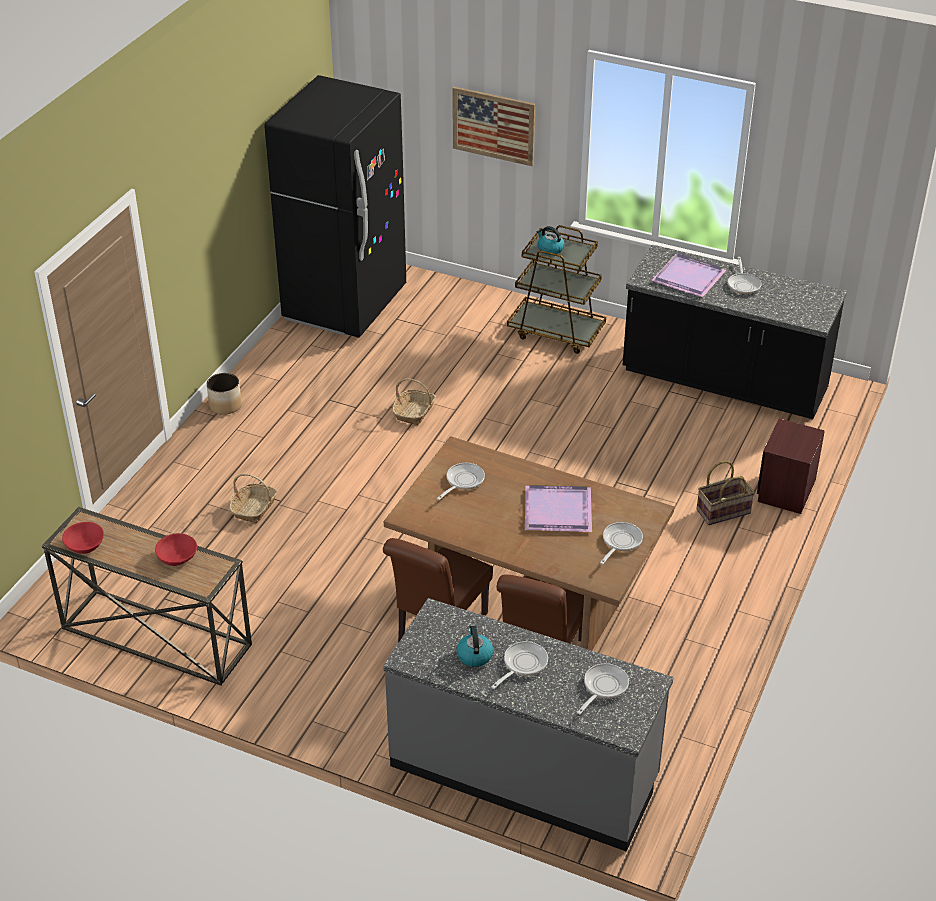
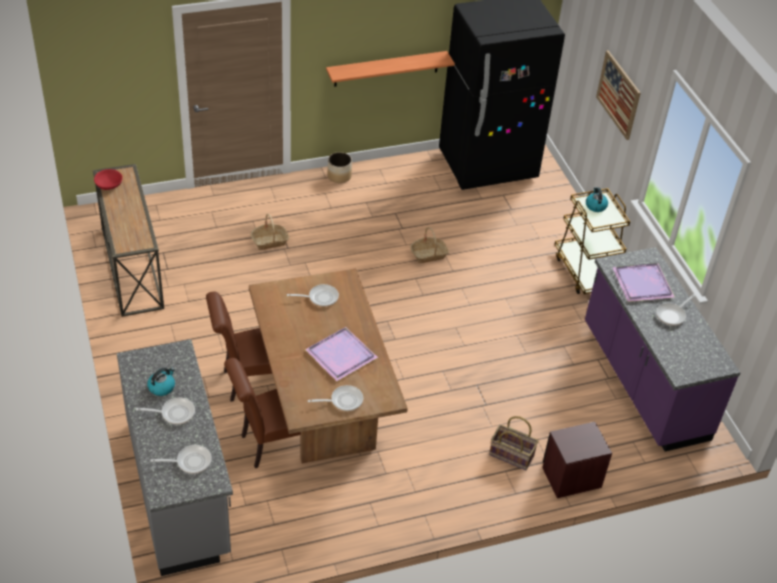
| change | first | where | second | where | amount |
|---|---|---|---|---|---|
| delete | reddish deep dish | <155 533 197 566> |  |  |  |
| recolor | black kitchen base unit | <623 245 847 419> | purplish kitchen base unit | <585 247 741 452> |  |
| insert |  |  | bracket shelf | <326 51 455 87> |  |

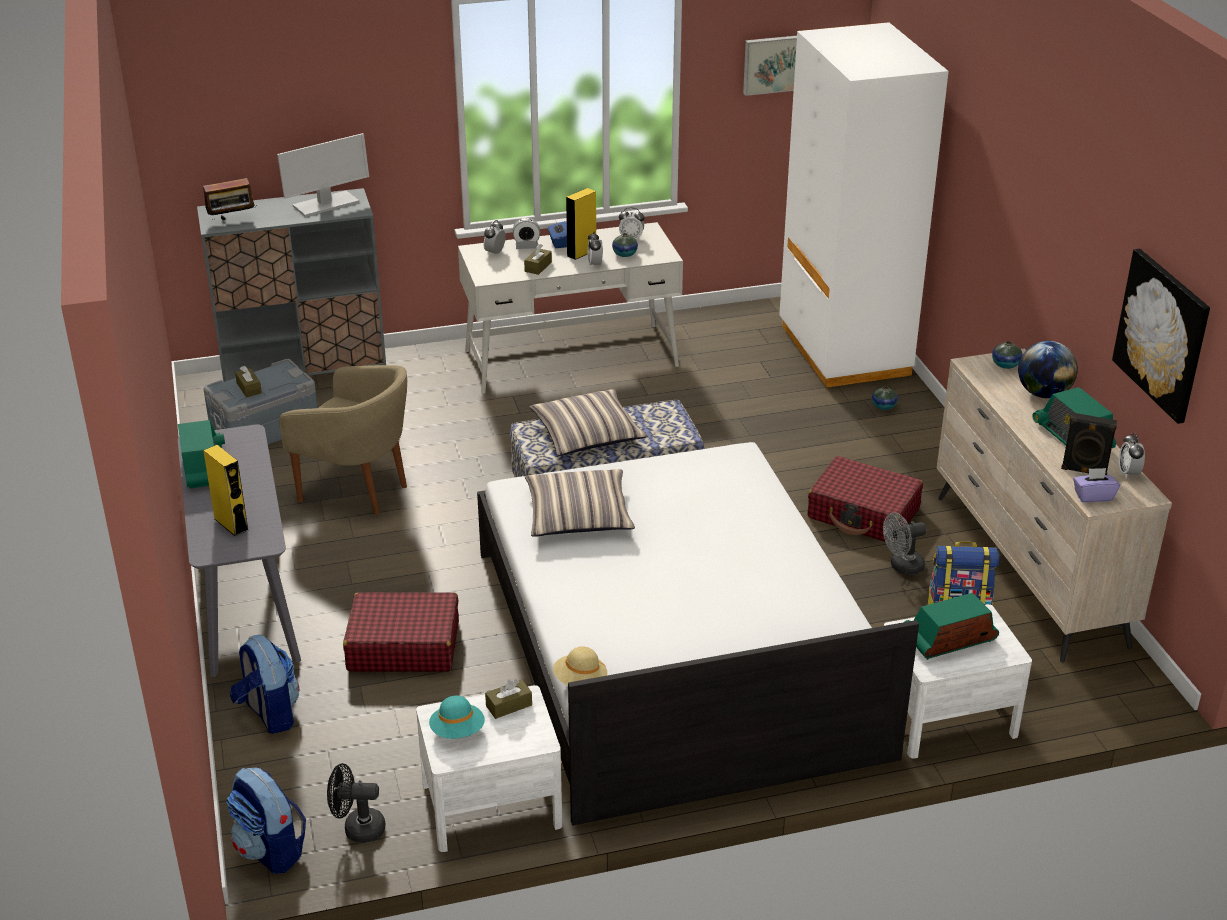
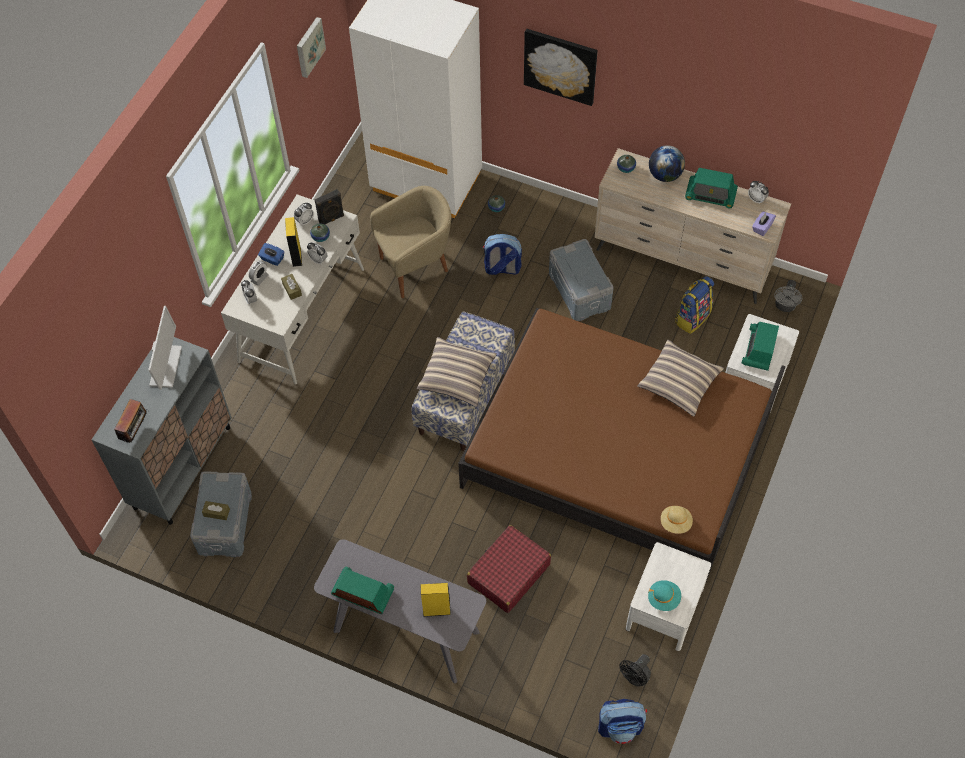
| change | first | where | second | where | amount |
|---|---|---|---|---|---|
| move | backpack | <230 635 299 734> |  | <483 234 522 275> |  |
| move | beige-coloured easy chair | <279 365 407 515> |  | <370 186 451 298> |  |
| recolor | white bed | <477 442 919 826> | brown bed | <458 308 786 582> |  |
| delete | brown tissue holder | <485 679 532 719> |  |  |  |
| move | pillow | <525 469 635 537> |  | <637 340 724 417> |  |
| replace | reddish suitcase | <807 456 923 542> | gray storage box | <549 239 614 321> |  |
| move | gray cooling fan | <883 513 927 575> |  | <774 280 802 312> |  |
| move | black speaker | <1061 412 1117 475> |  | <315 189 344 224> |  |
| move | wall art | <1112 249 1210 424> |  | <524 29 597 106> |  |

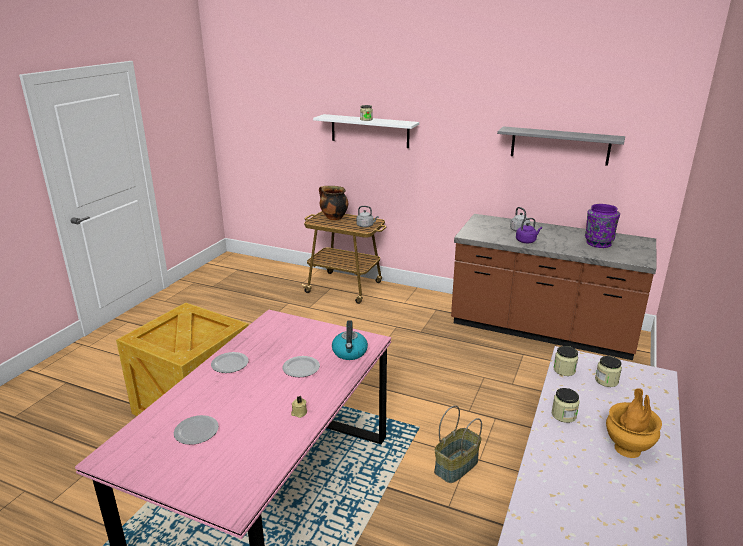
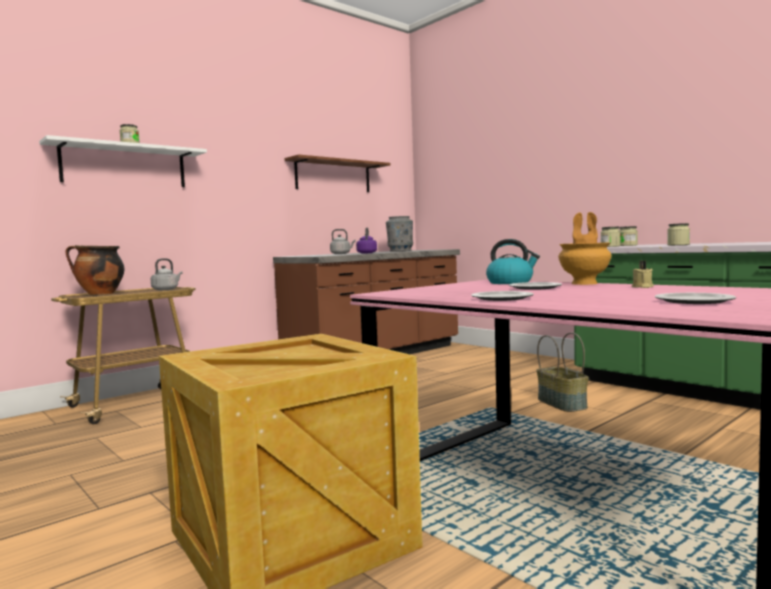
| change | first | where | second | where | amount |
|---|---|---|---|---|---|
| recolor | gray bracket shelf | <497 126 625 166> | brown bracket shelf | <285 154 390 192> |  |
| recolor | purplish flower vase | <585 204 620 248> | gray flower vase | <386 216 413 252> |  |
| move | brown flower vase | <606 388 662 458> |  | <558 212 612 285> |  |

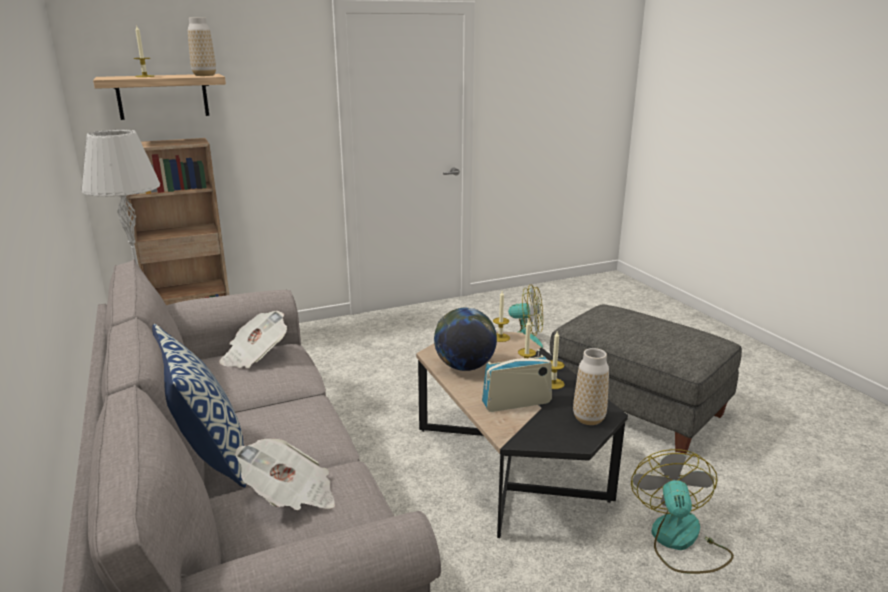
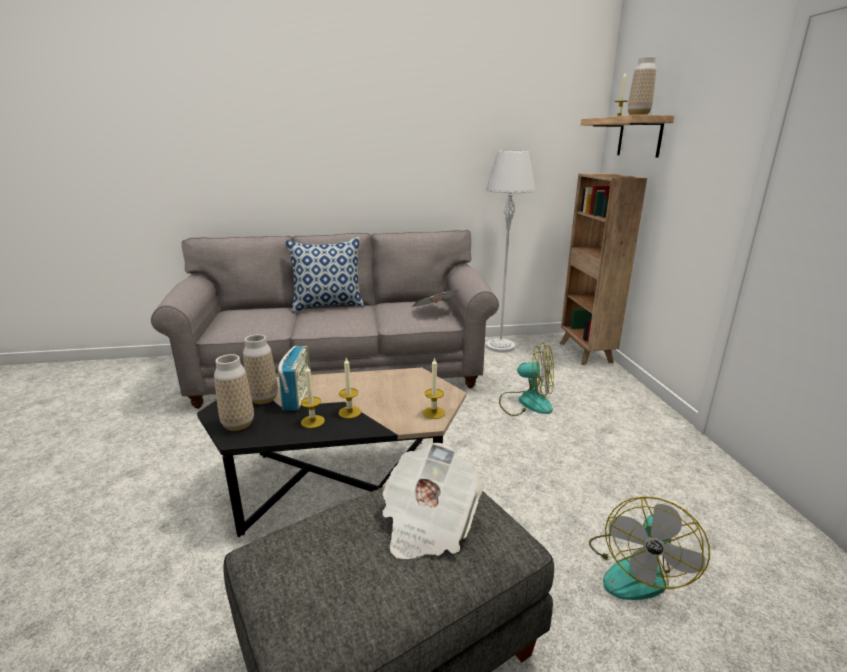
| change | first | where | second | where | amount |
|---|---|---|---|---|---|
| move | printed paper | <235 439 335 510> |  | <382 443 483 559> |  |
| delete | world globe | <434 308 497 371> |  |  |  |
| move | cooling fan | <631 449 734 574> |  | <499 343 554 416> |  |
| insert |  |  | flower vase | <243 334 278 404> |  |

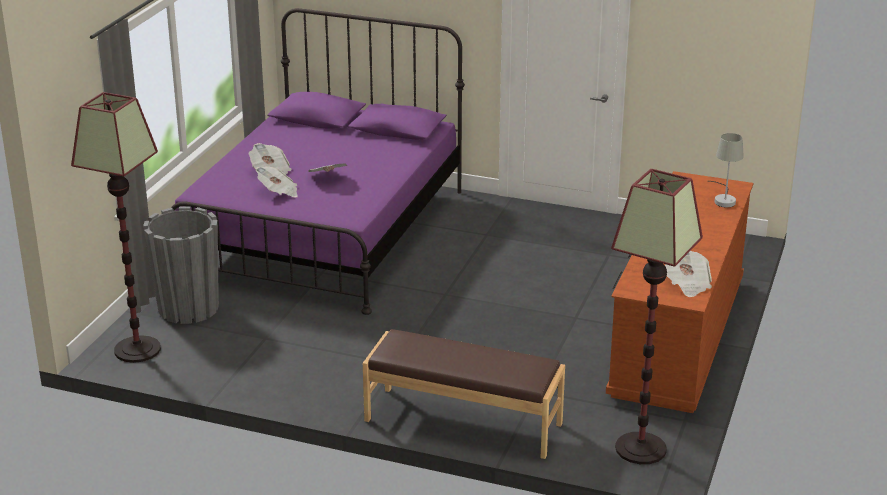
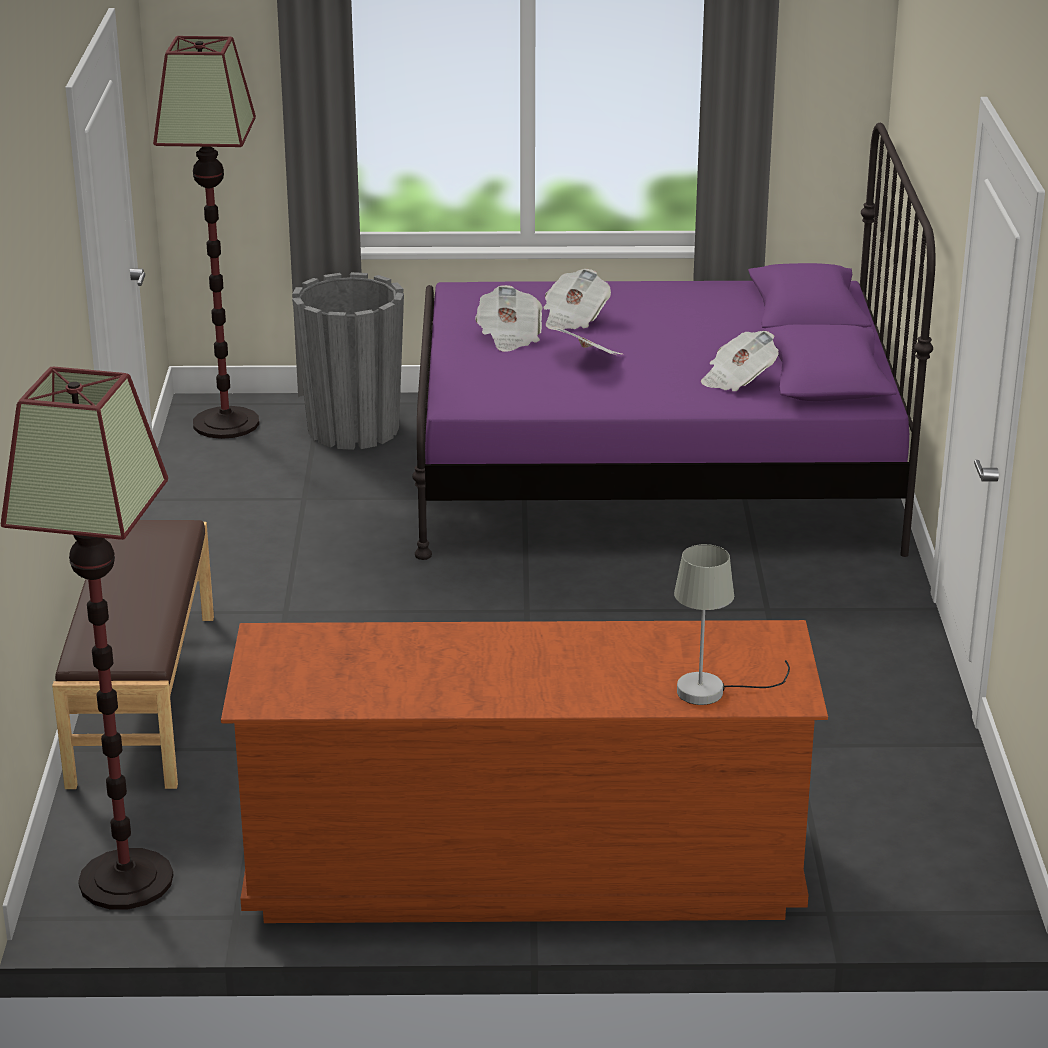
| change | first | where | second | where | amount |
|---|---|---|---|---|---|
| move | printed paper | <665 251 712 297> |  | <701 331 779 391> |  |

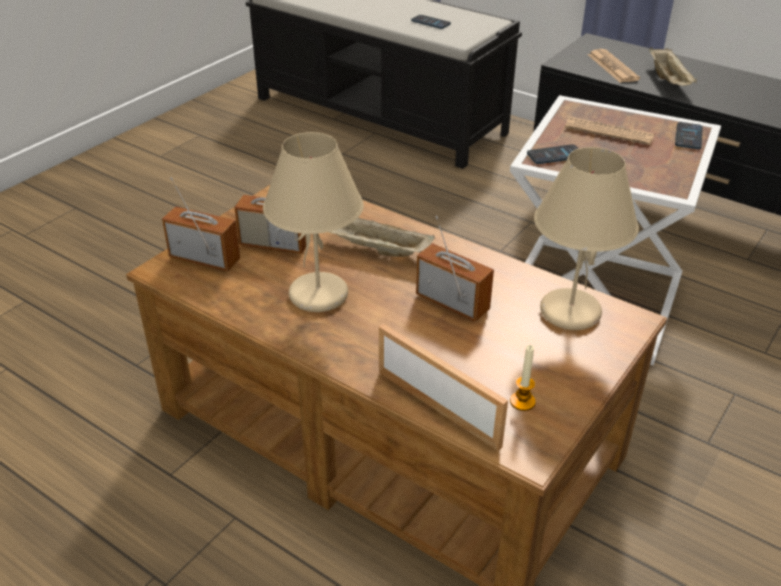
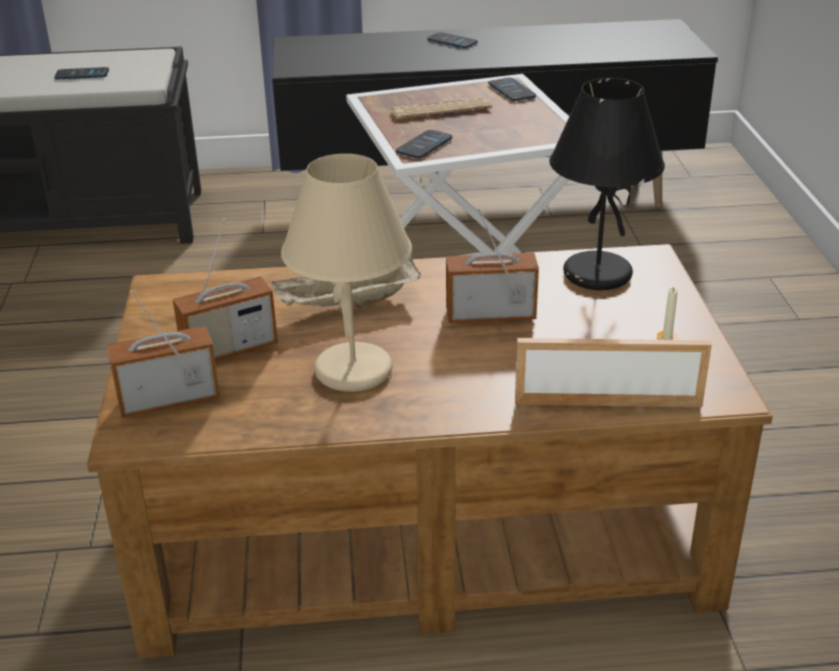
| change | first | where | second | where | amount |
|---|---|---|---|---|---|
| recolor | beige-coloured table lamp | <534 147 639 330> | black table lamp | <549 78 665 290> |  |
| delete | printed paper | <588 49 640 83> |  |  |  |
| delete | beige-coloured carrying tray | <649 47 697 86> |  |  |  |
| insert |  |  | phone | <427 32 478 48> |  |

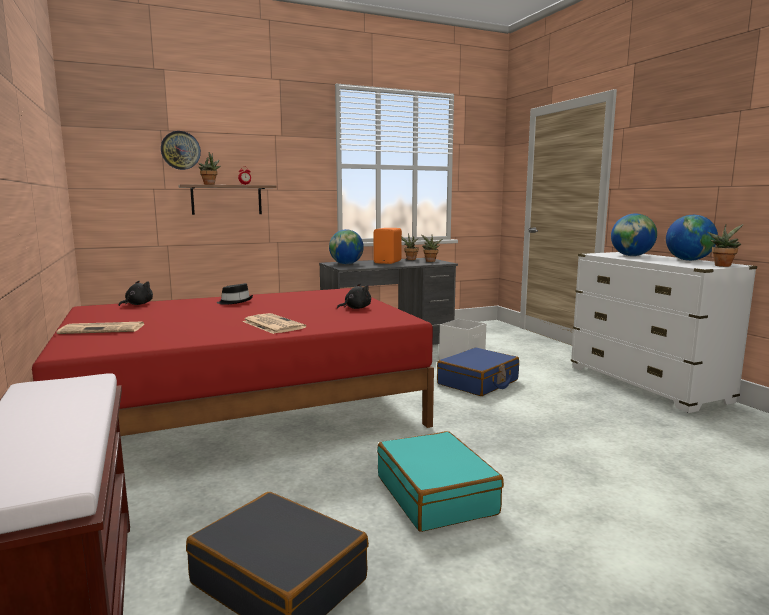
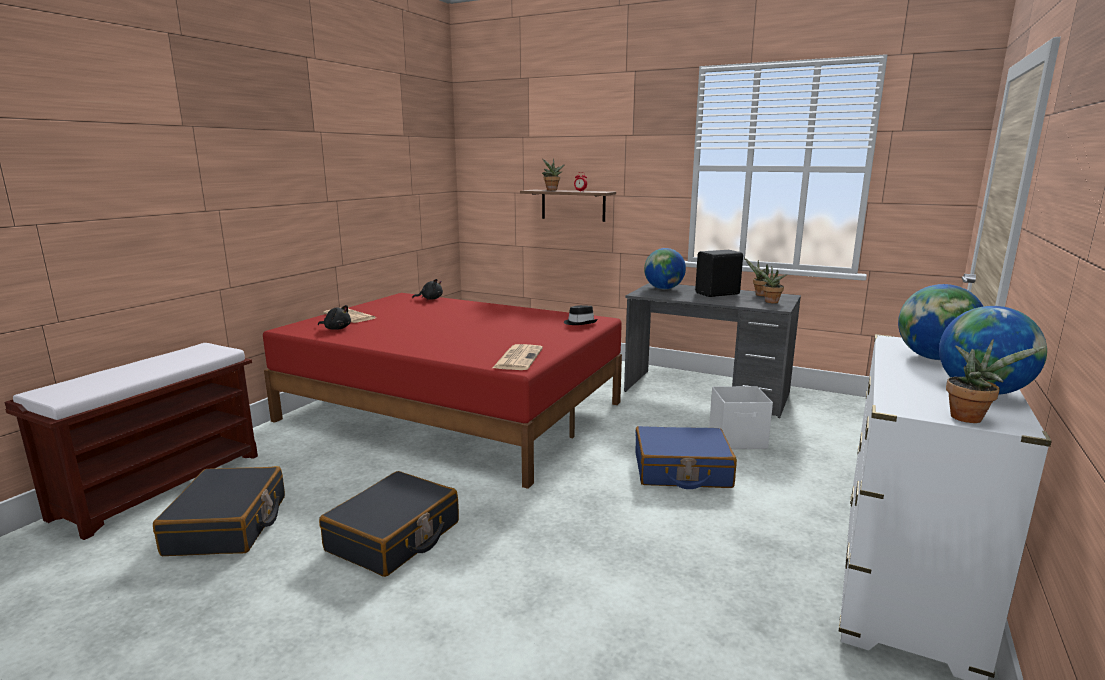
| change | first | where | second | where | amount |
|---|---|---|---|---|---|
| delete | clock on the wall | <161 131 201 170> |  |  |  |
| move | black wearable hat | <217 283 253 305> |  | <564 305 598 325> |  |
| move | printed paper | <242 313 306 334> |  | <493 344 543 370> |  |
| move | black soft toy | <337 284 371 309> |  | <318 305 351 330> |  |
| recolor | orangey speaker | <374 228 402 264> | black speaker | <695 250 743 297> |  |
| recolor | turquoise suitcase | <377 431 504 532> | black suitcase | <319 471 459 577> |  |

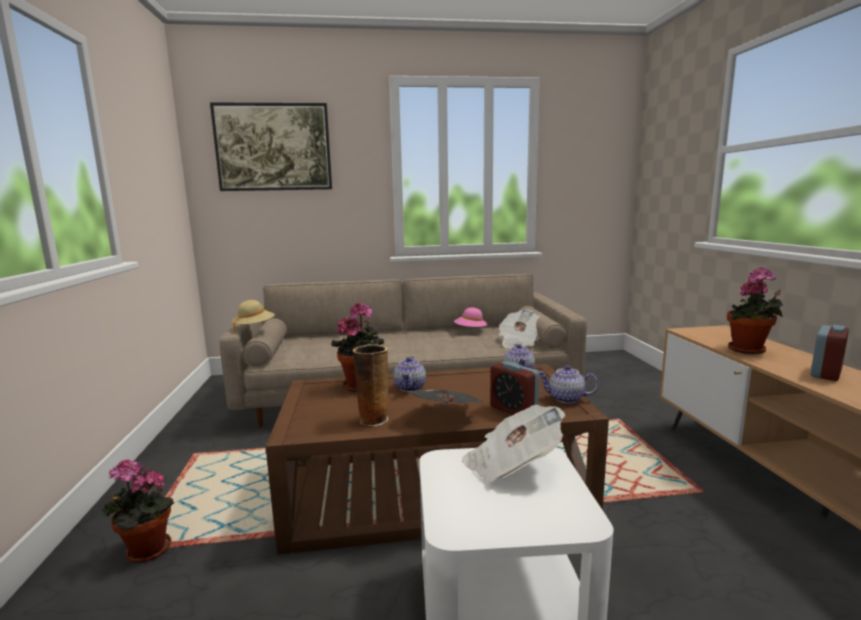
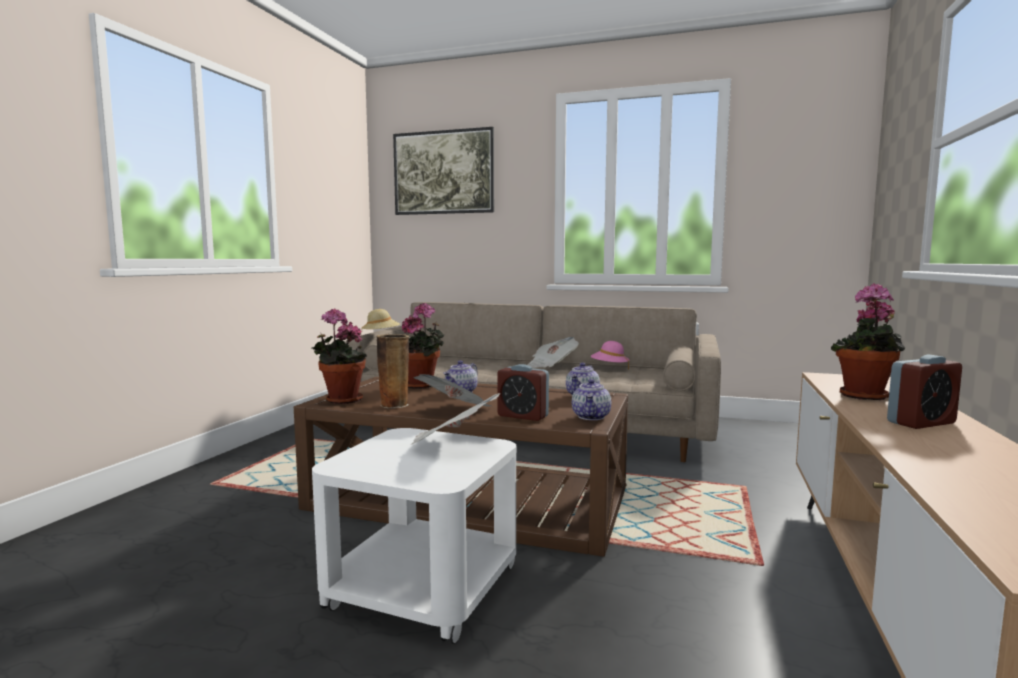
| change | first | where | second | where | amount |
|---|---|---|---|---|---|
| move | potted plant | <102 459 174 563> |  | <312 308 367 404> |  |
| rotate | bedside clock | <490 361 539 415> |  | <497 364 549 421> | 45 degrees counterclockwise |
| move | printed paper | <498 310 541 348> |  | <527 337 579 368> |  |
| rotate | teapot | <539 365 599 403> |  | <572 379 611 420> | 120 degrees counterclockwise |

